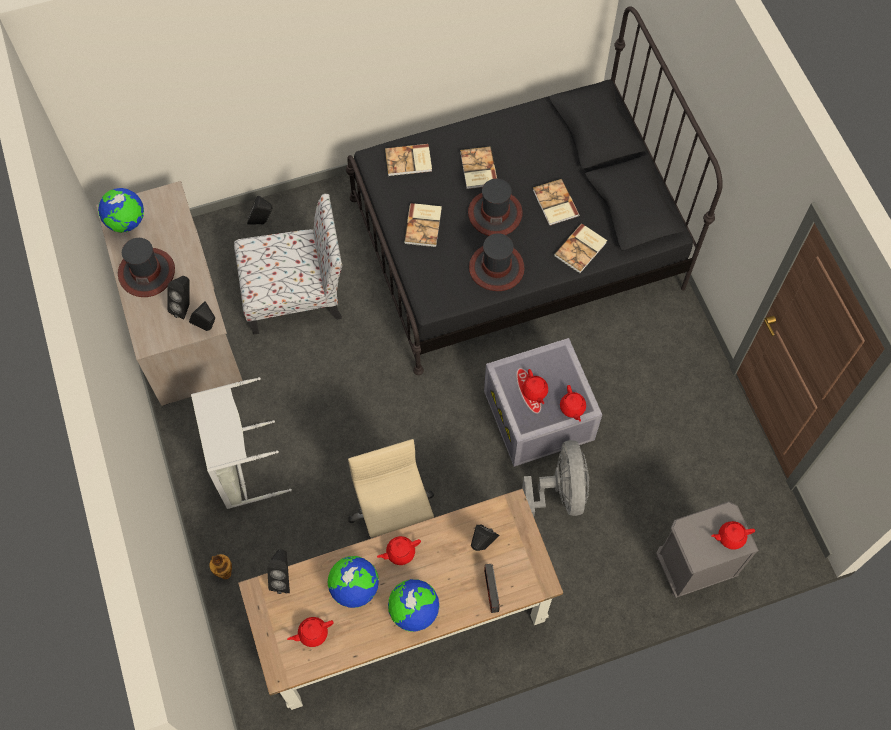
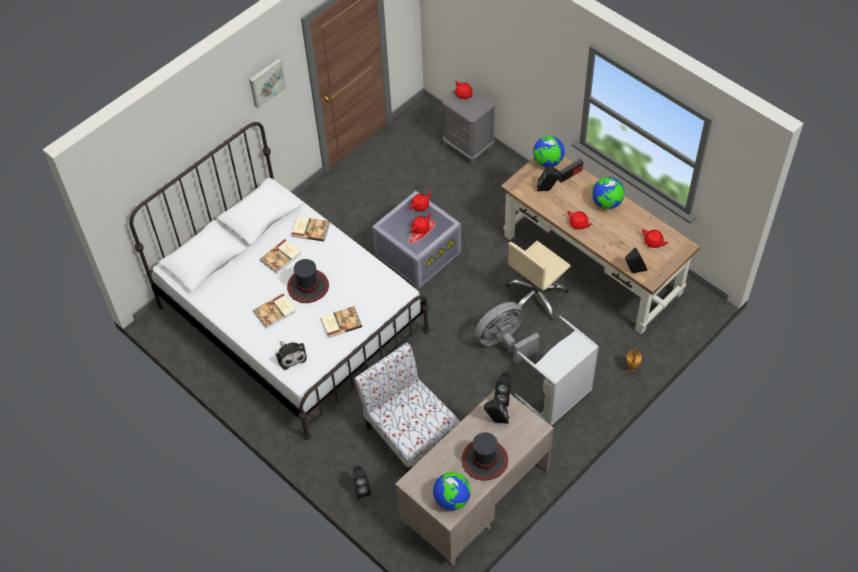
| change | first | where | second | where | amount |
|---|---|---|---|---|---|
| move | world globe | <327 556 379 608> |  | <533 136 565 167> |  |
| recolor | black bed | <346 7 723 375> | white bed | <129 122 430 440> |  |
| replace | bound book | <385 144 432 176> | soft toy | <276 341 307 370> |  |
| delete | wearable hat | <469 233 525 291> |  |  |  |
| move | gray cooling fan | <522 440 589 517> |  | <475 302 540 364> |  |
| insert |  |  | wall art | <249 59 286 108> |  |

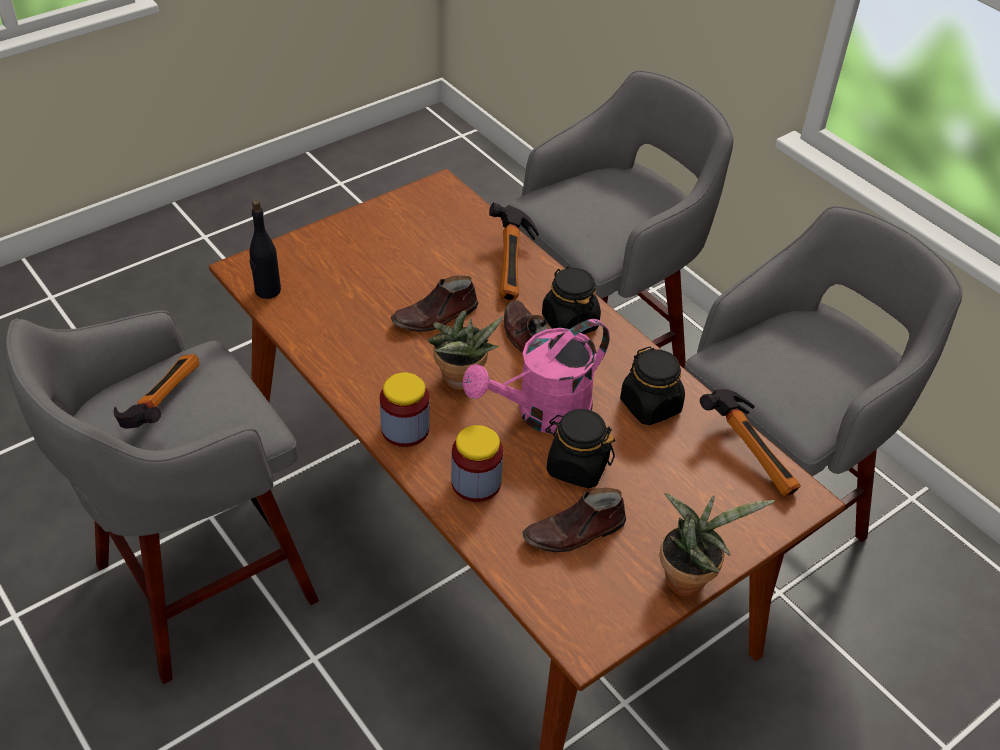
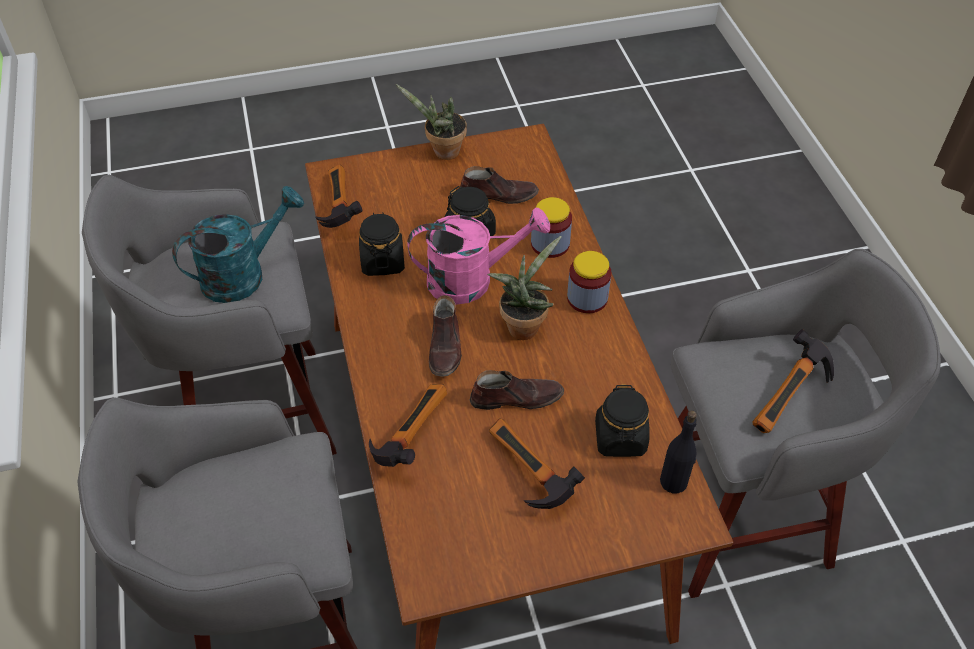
| change | first | where | second | where | amount |
|---|---|---|---|---|---|
| move | black storage jar | <542 267 601 334> |  | <595 384 650 457> |  |
| insert |  |  | turquoise sprinkling can | <172 186 304 303> |  |
| insert |  |  | tool hammer | <489 418 585 509> |  |

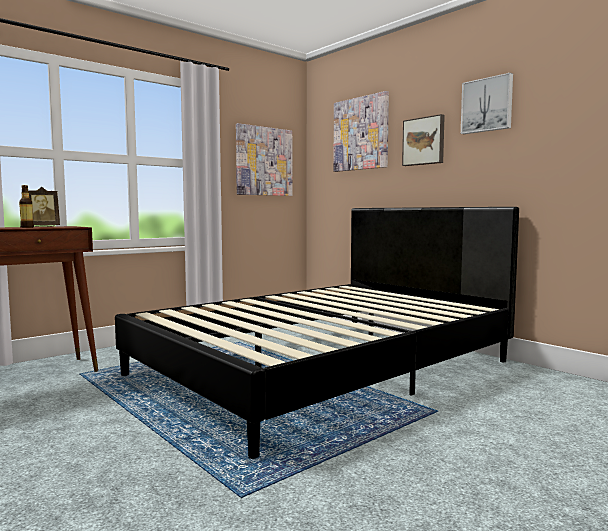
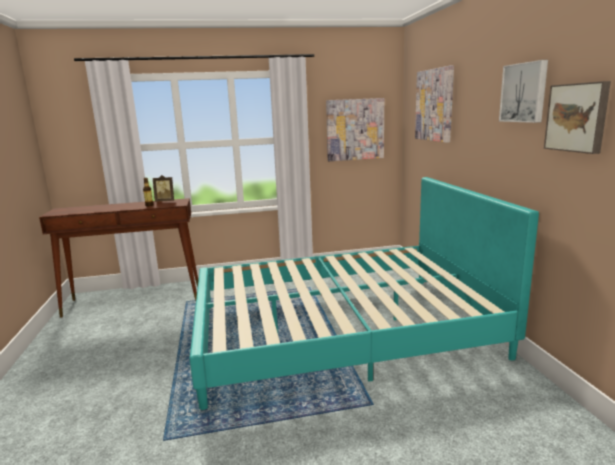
| change | first | where | second | where | amount |
|---|---|---|---|---|---|
| recolor | black bed | <115 207 519 459> | turquoise bed | <189 177 539 410> |  |
| move | wall art | <402 114 445 166> |  | <544 81 611 154> |  |

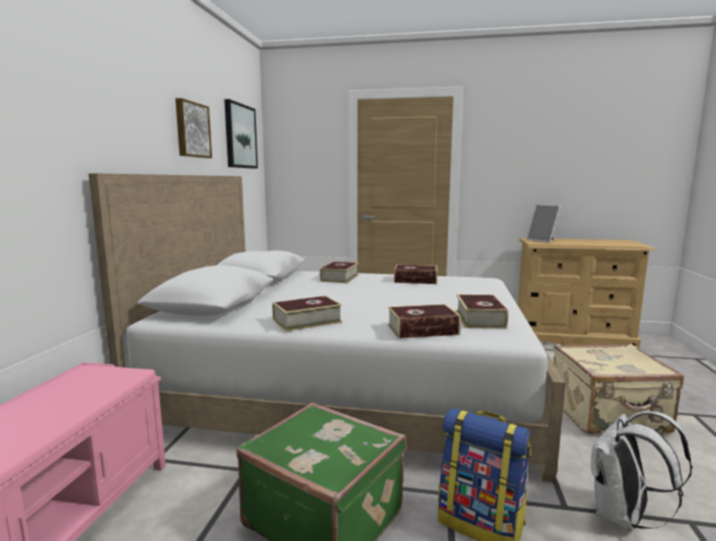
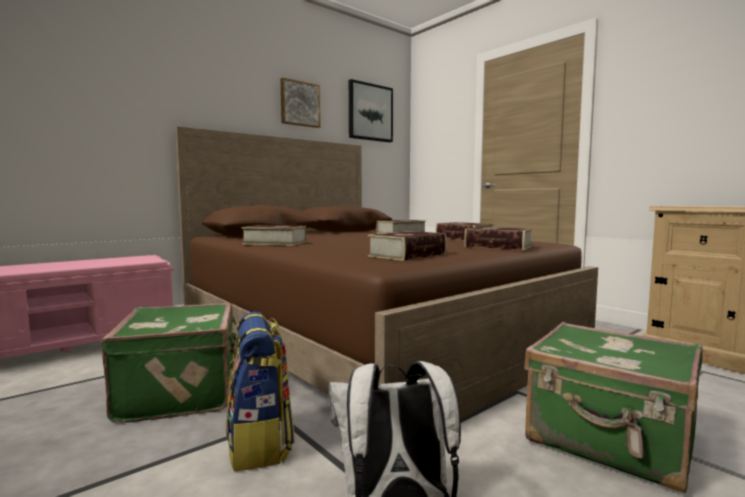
| change | first | where | second | where | amount |
|---|---|---|---|---|---|
| recolor | white bed | <89 173 566 482> | brown bed | <175 127 598 419> |  |
| move | bound book | <388 304 461 339> |  | <464 227 533 250> |  |
| delete | standing frame | <526 204 561 243> |  |  |  |
| recolor | beige-coloured suitcase | <554 344 684 434> | greenish suitcase | <524 322 703 493> |  |

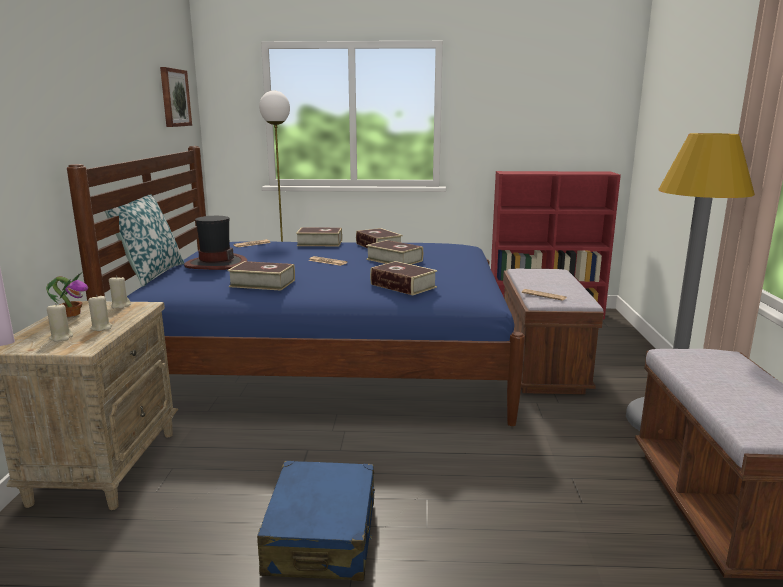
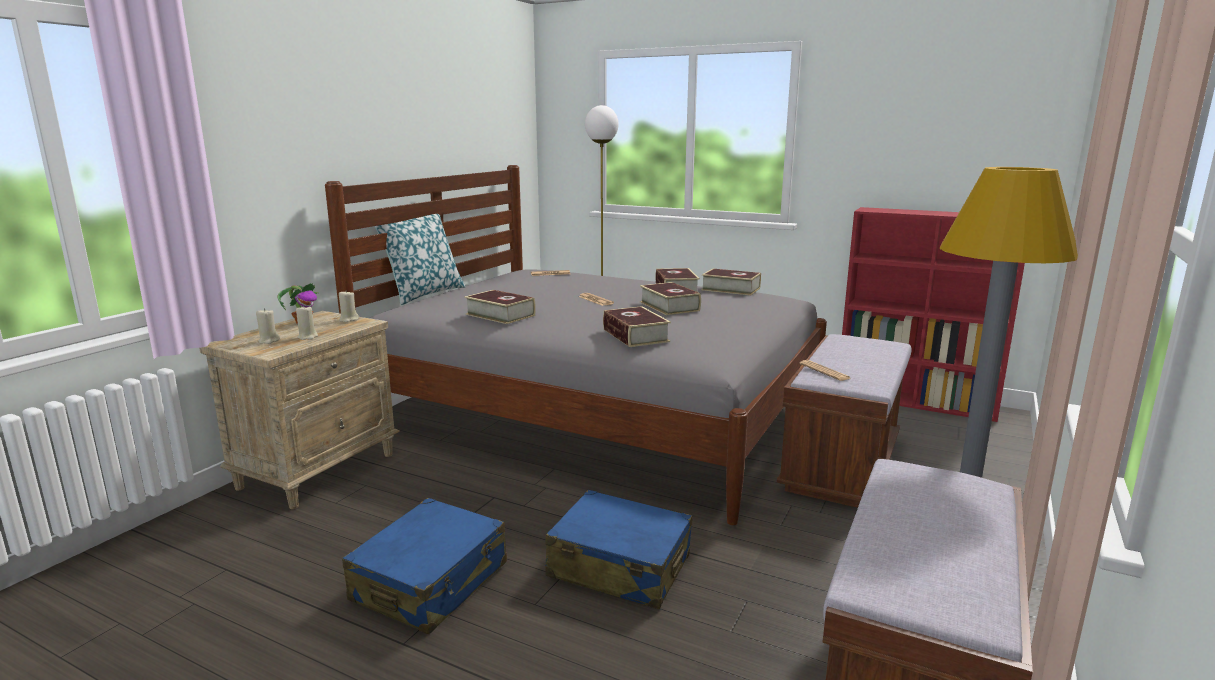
| change | first | where | second | where | amount |
|---|---|---|---|---|---|
| recolor | blue-coloured bed | <67 146 525 426> | gray bed | <325 165 827 525> |  |
| delete | wall art | <160 67 192 127> |  |  |  |
| delete | wearable hat | <184 216 247 270> |  |  |  |
| move | bound book | <296 227 342 246> |  | <701 269 761 295> |  |
| insert |  |  | blue-coloured suitcase | <545 489 692 609> |  |

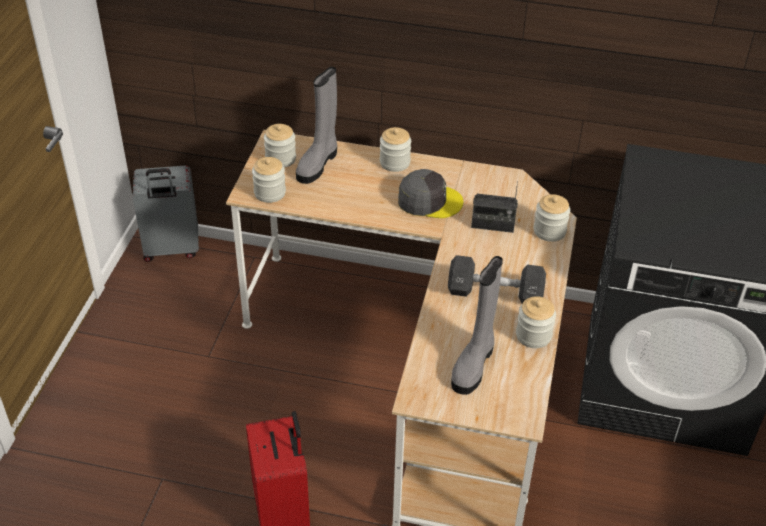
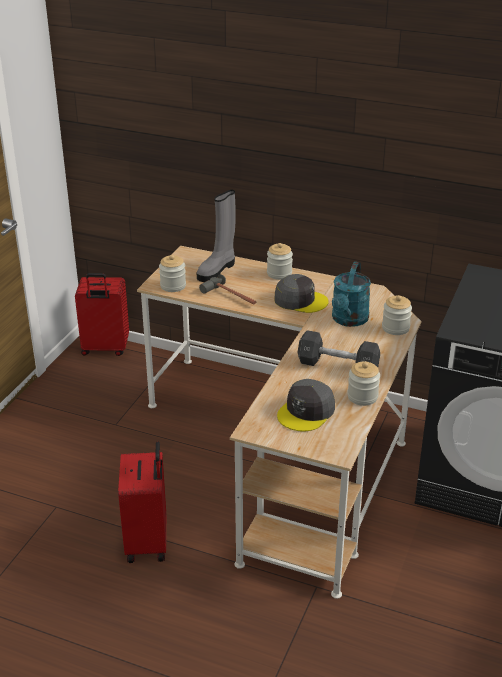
| change | first | where | second | where | amount |
|---|---|---|---|---|---|
| recolor | gray suitcase | <133 165 199 262> | reddish suitcase | <75 273 129 356> |  |
| delete | storage jar | <264 124 296 168> |  |  |  |
| replace | gray boot | <451 256 503 395> | gray cap | <277 379 335 431> |  |
| replace | radio | <471 181 518 233> | turquoise sprinkling can | <332 262 371 327> |  |
| insert |  |  | tool hammer | <199 274 256 305> |  |

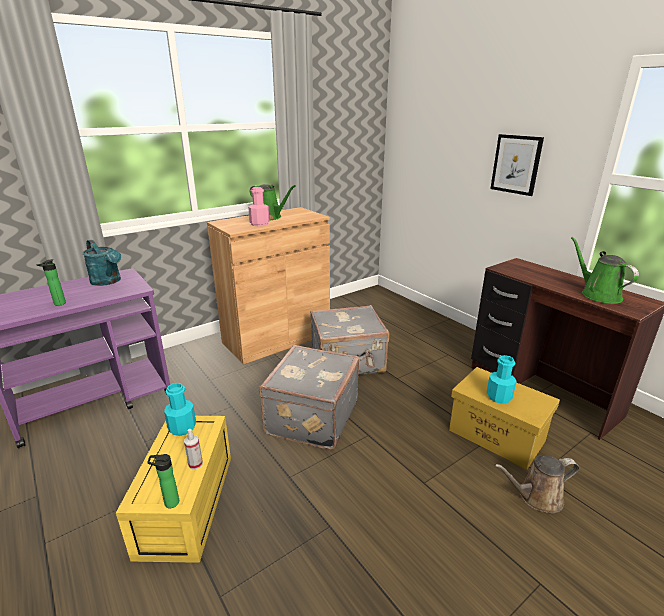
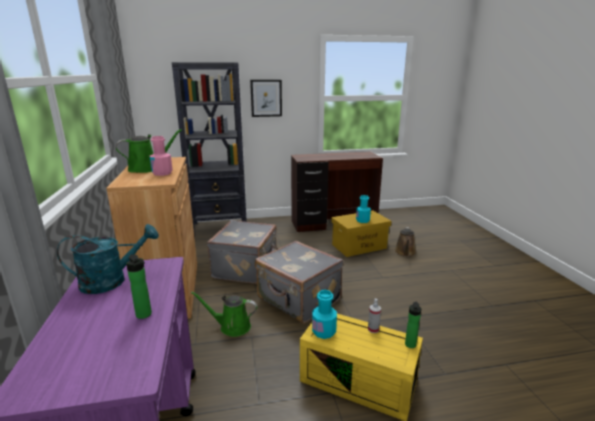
| change | first | where | second | where | amount |
|---|---|---|---|---|---|
| move | greenish sprinkling can | <571 237 639 304> |  | <191 292 257 337> |  |
| insert |  |  | black shelving unit | <172 62 246 238> |  |

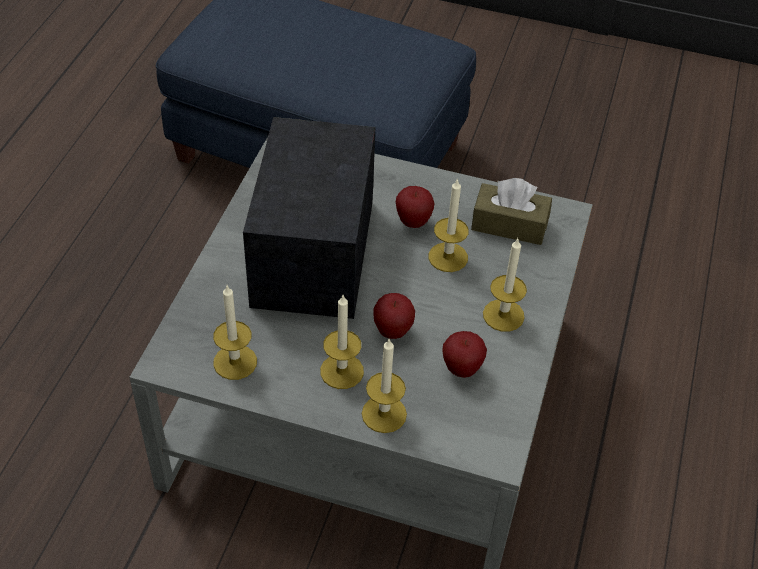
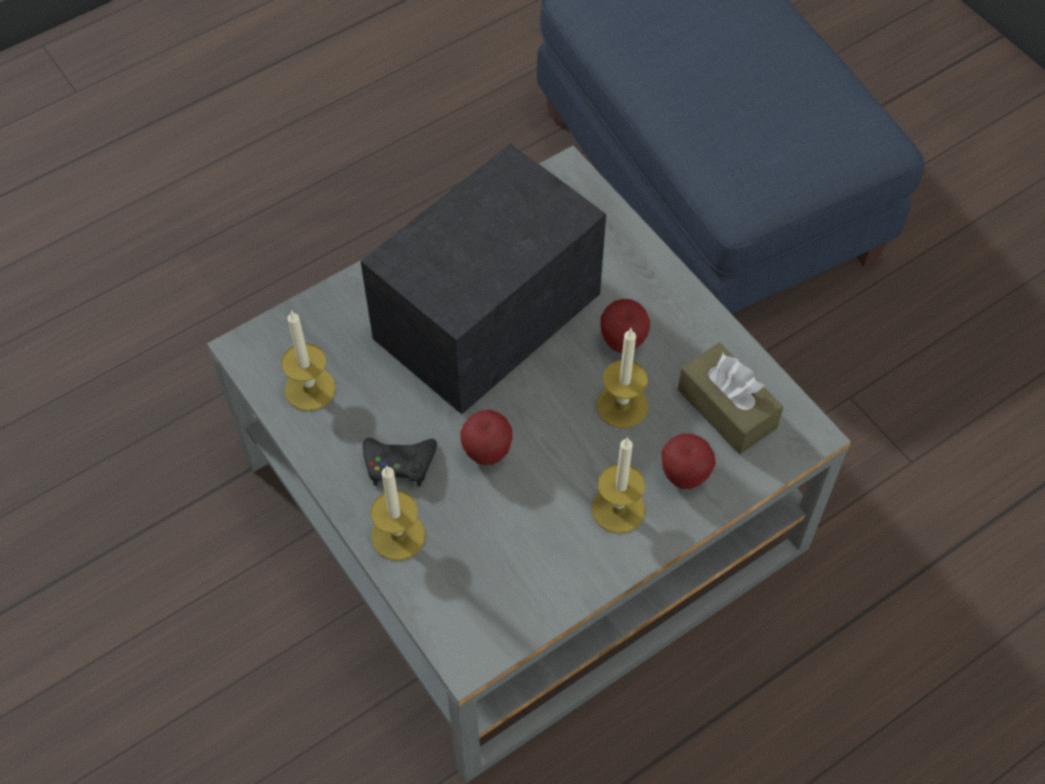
| change | first | where | second | where | amount |
|---|---|---|---|---|---|
| replace | wax candle | <320 295 364 389> | black gamepad | <363 438 437 486> |  |
| move | apple fruit | <442 331 487 378> |  | <661 433 716 489> |  |

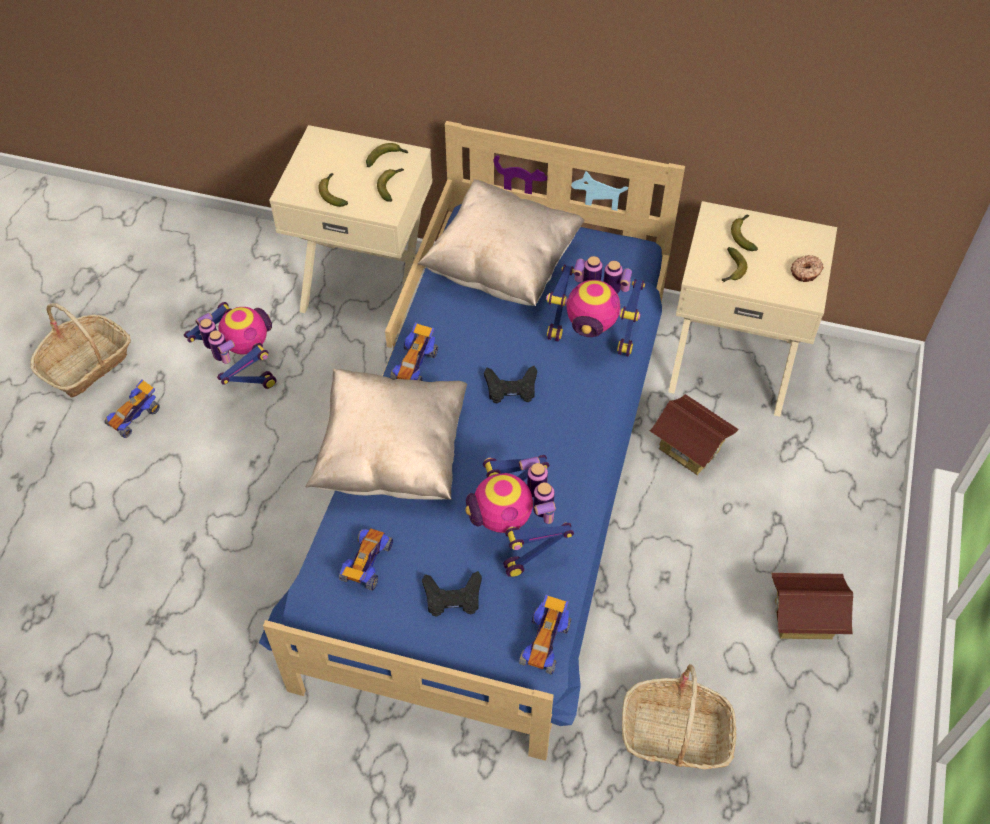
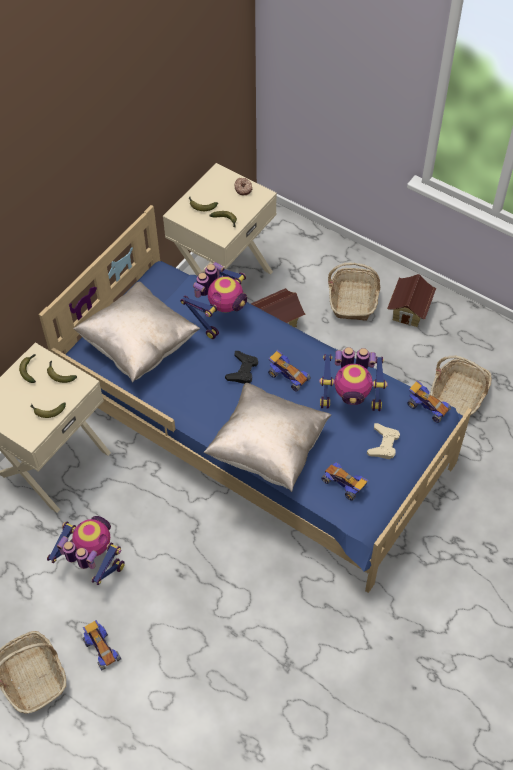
| change | first | where | second | where | amount |
|---|---|---|---|---|---|
| rotate | robot figure | <184 302 277 389> |  | <47 516 125 585> | 45 degrees clockwise |
| move | toy car | <390 323 438 381> |  | <268 350 311 392> |  |
| recolor | black gamepad | <422 571 482 617> | beige-coloured gamepad | <367 423 400 459> |  |
| insert |  |  | household basket | <328 263 380 321> |  |

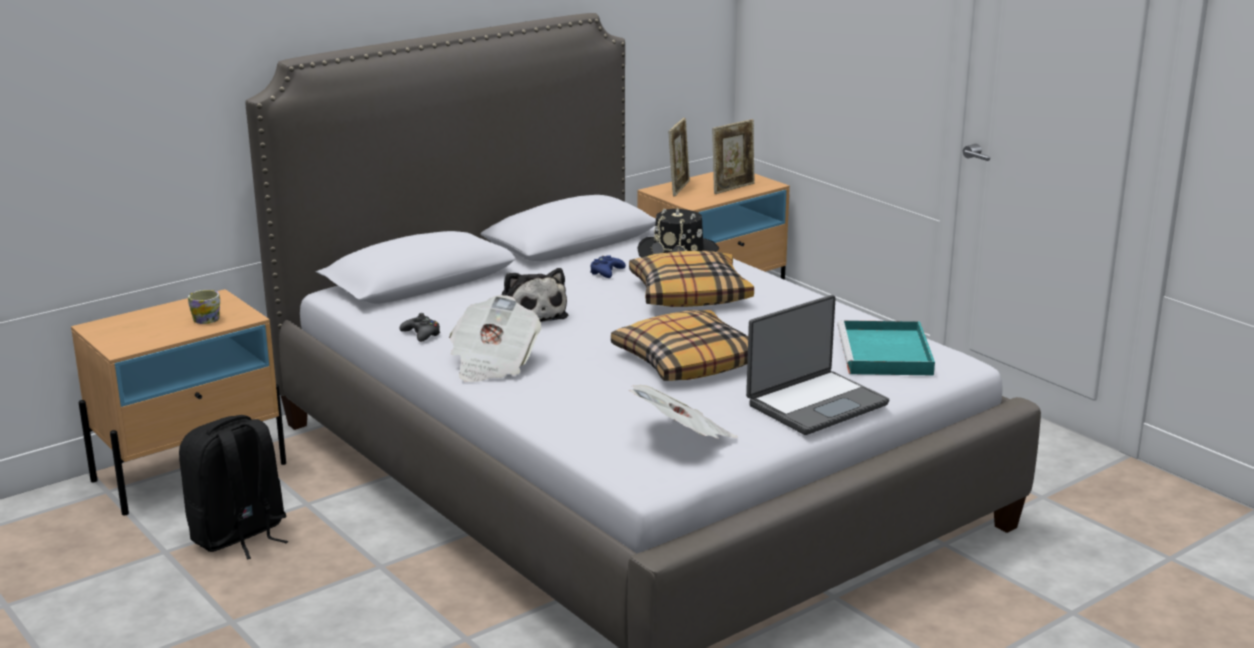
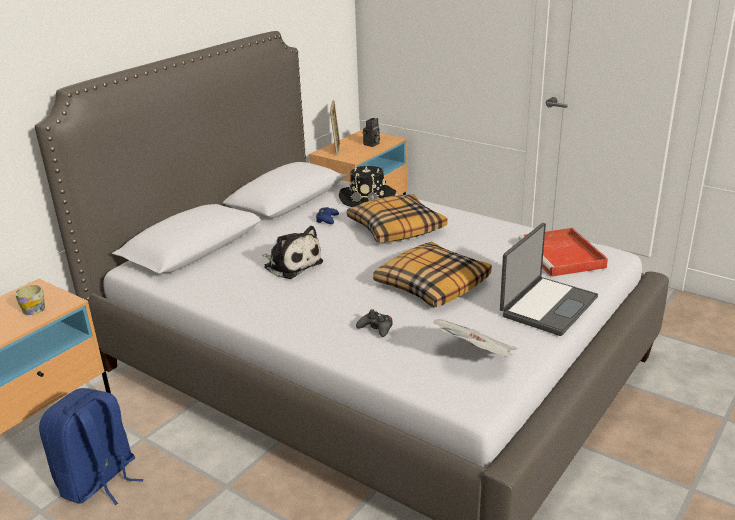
| change | first | where | second | where | amount |
|---|---|---|---|---|---|
| recolor | black backpack | <179 415 288 560> | blue-coloured backpack | <39 388 144 505> |  |
| move | black gamepad | <399 313 440 342> |  | <356 309 393 337> |  |
| delete | printed paper | <449 295 542 382> |  |  |  |
| replace | standing frame | <712 119 755 194> | still camera | <362 118 380 147> |  |
| recolor | turquoise carrying tray | <837 320 935 375> | reddish carrying tray | <518 228 608 277> |  |

